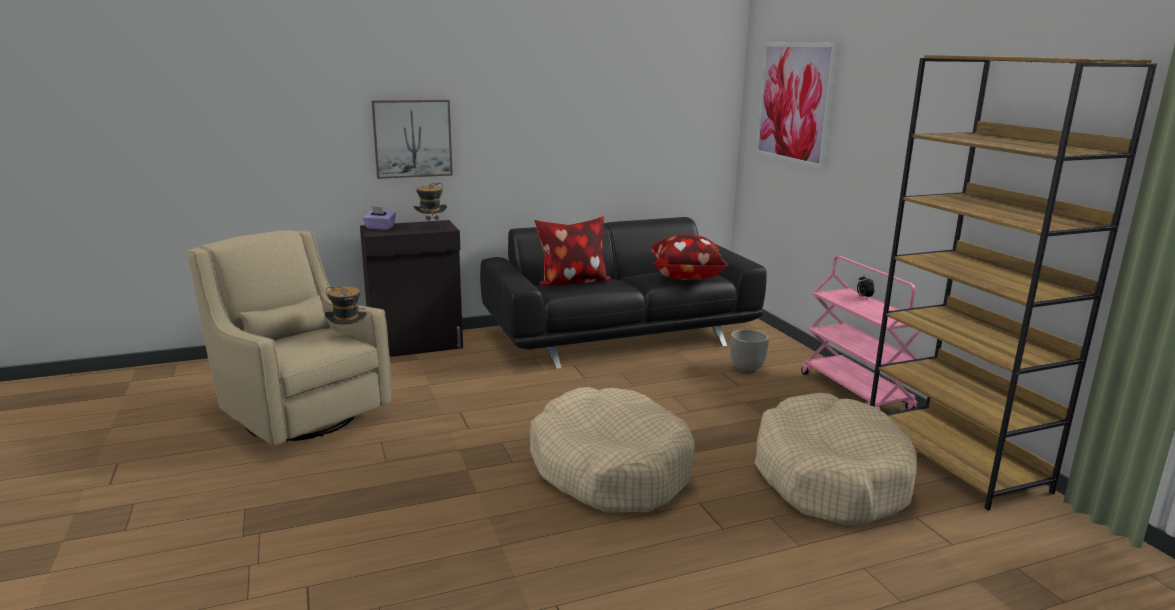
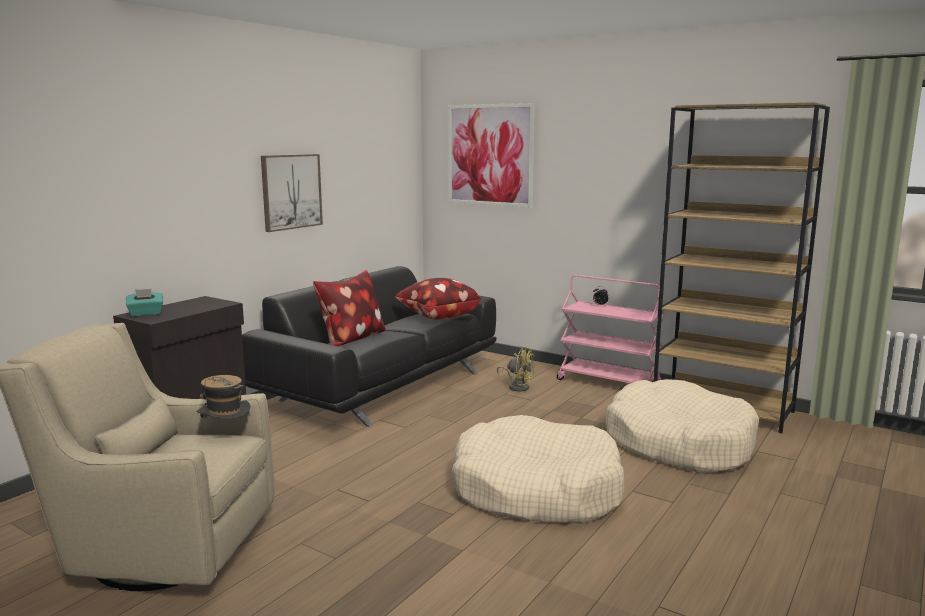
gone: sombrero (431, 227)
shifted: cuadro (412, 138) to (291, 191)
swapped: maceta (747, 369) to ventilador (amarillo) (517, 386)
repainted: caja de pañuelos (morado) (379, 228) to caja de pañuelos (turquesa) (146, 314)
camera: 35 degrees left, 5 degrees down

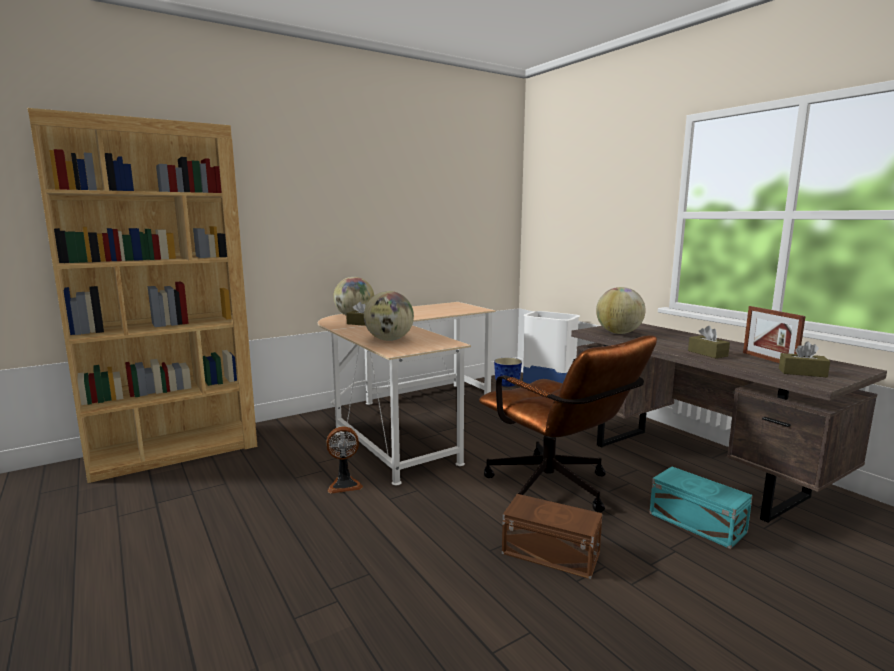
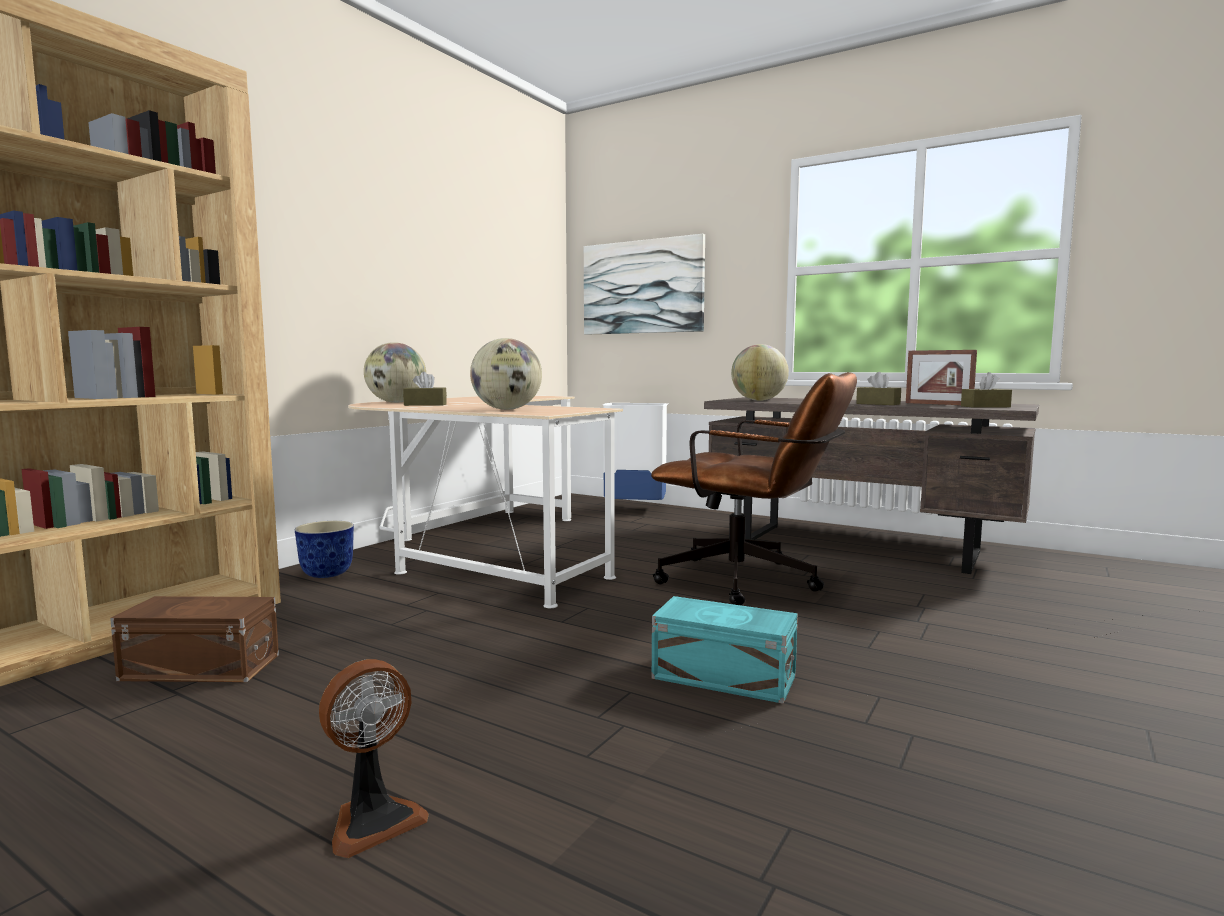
new: cuadro (642, 287)
shifted: ventilador (344, 485) to (373, 820); maceta (507, 384) to (328, 574); caja de almacenaje (marrón) (549, 552) to (200, 666); caja de almacenaje (turquesa) (697, 523) to (725, 678)
camera: 25 degrees left, 5 degrees down

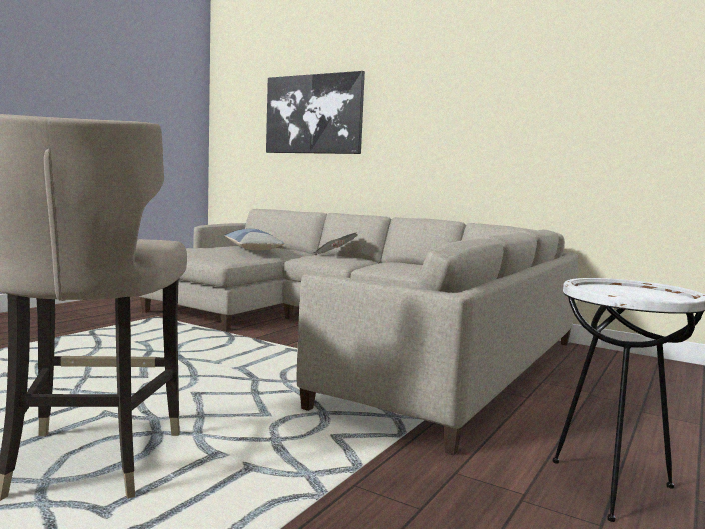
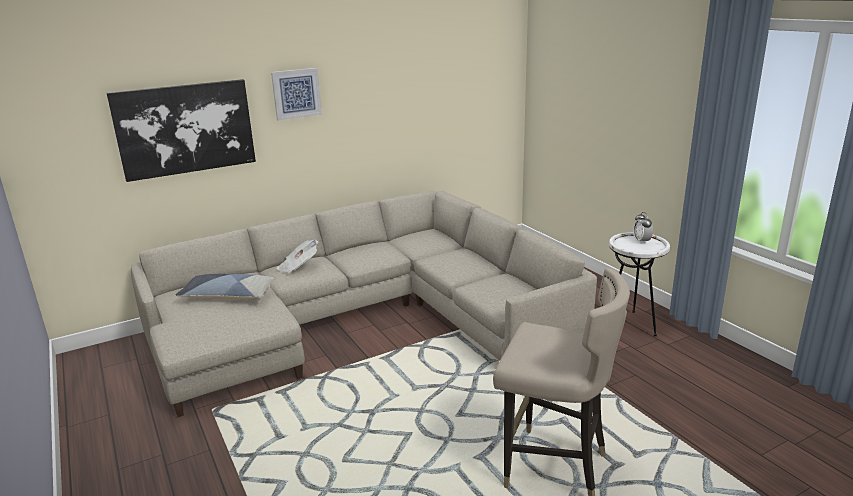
new: cuadro (296, 93); despertador (641, 241)
camera: 60 degrees left, 15 degrees up

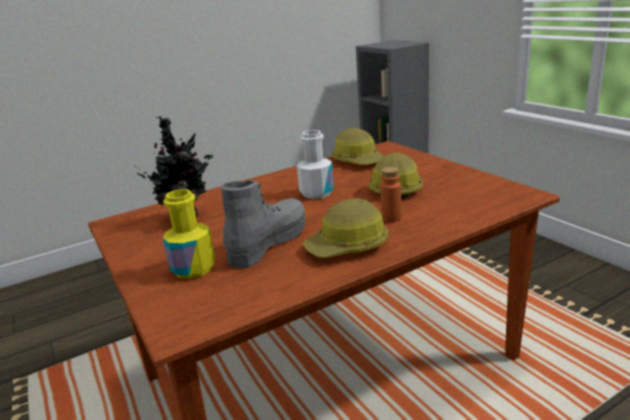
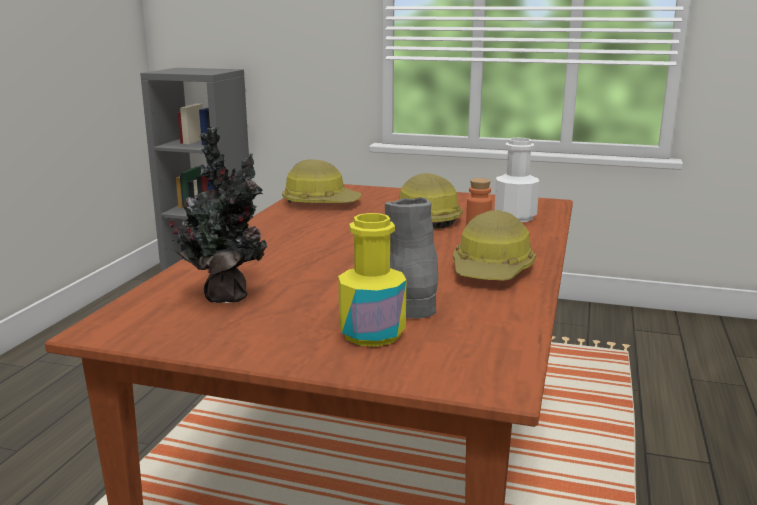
shifted: botella (blanco) (316, 193) to (515, 217)
camera: 45 degrees left, 5 degrees down

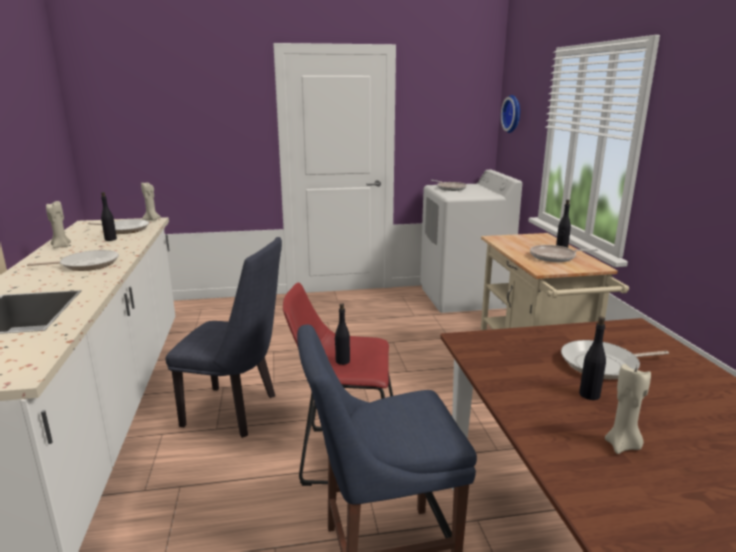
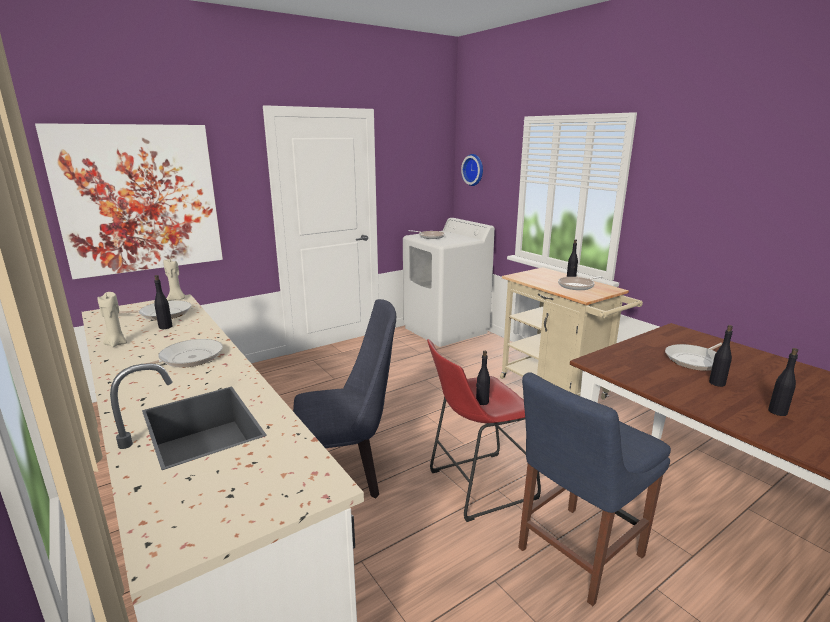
new: cuadro (139, 199)
swapped: vela (beis) (622, 446) to botella (negro) (777, 412)
camera: 25 degrees left, 0 degrees up

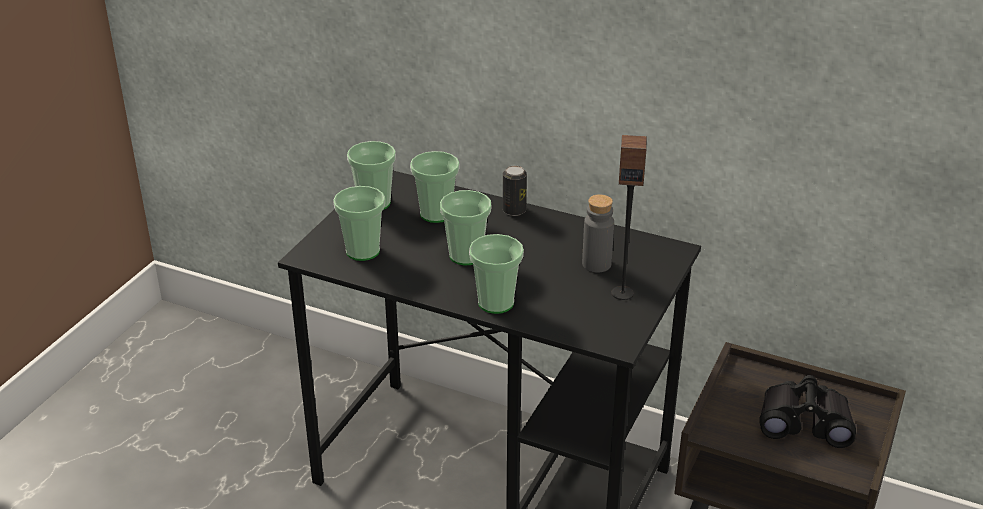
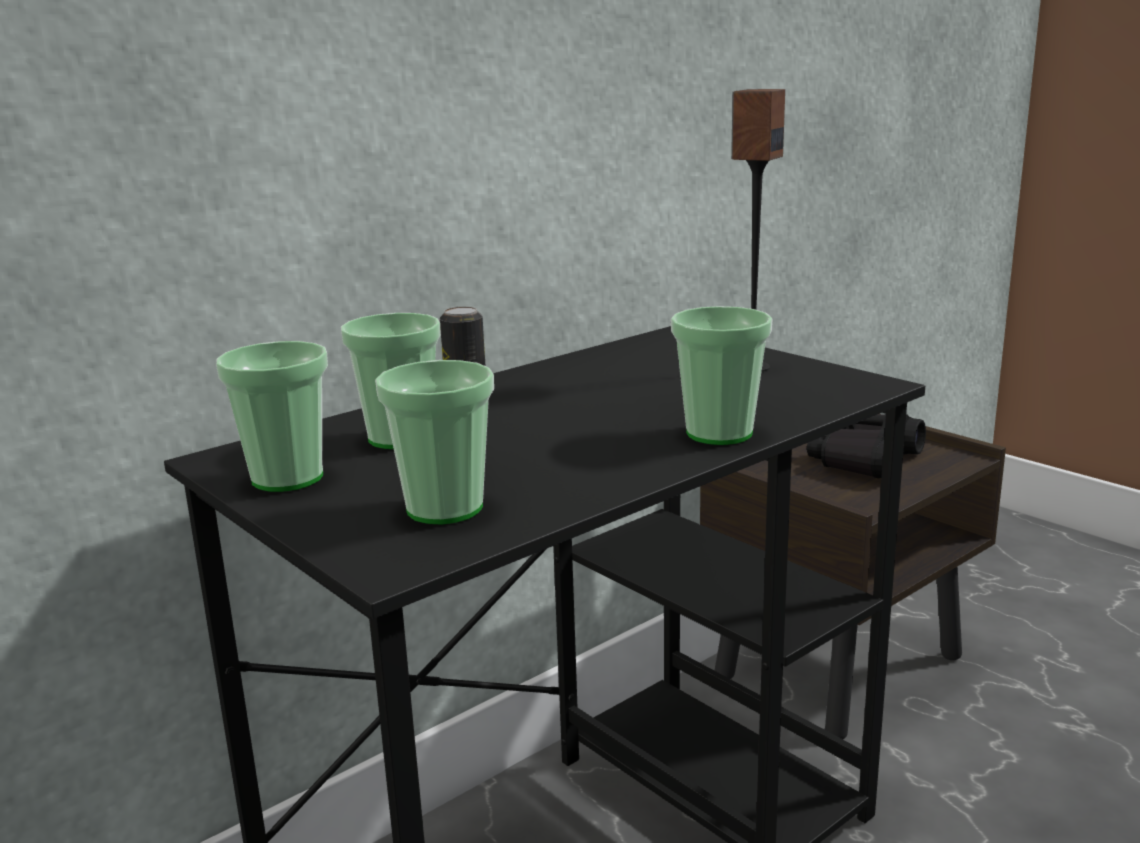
gone: taza (466, 255); botella (gris) (596, 264)
camera: 65 degrees left, 15 degrees down

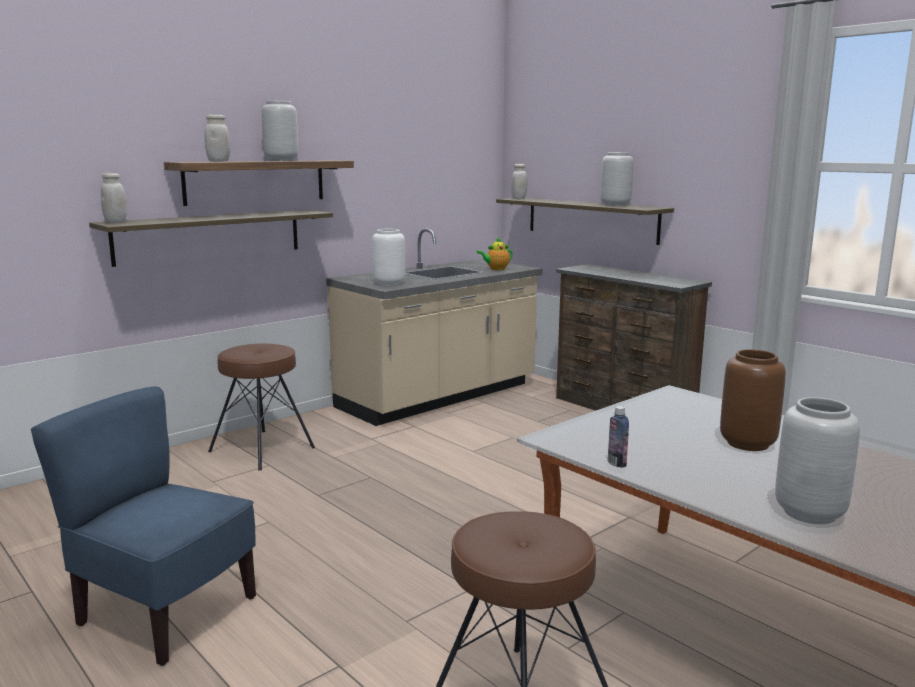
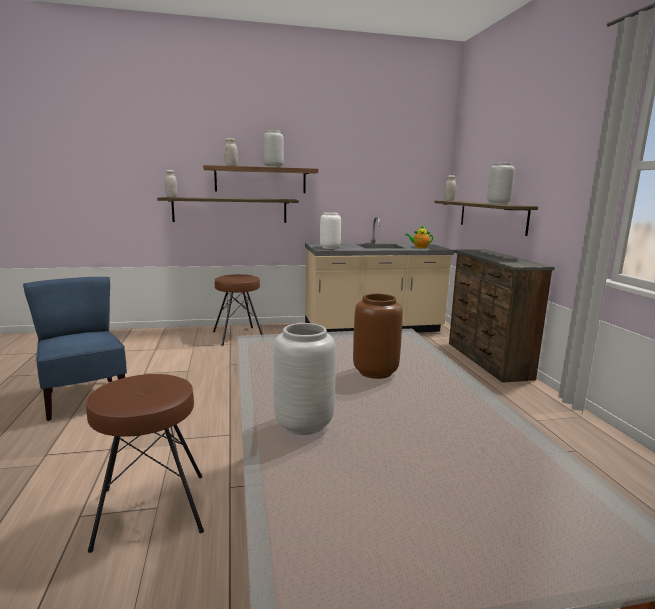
gone: botella (616, 463)
camera: 30 degrees right, 0 degrees up

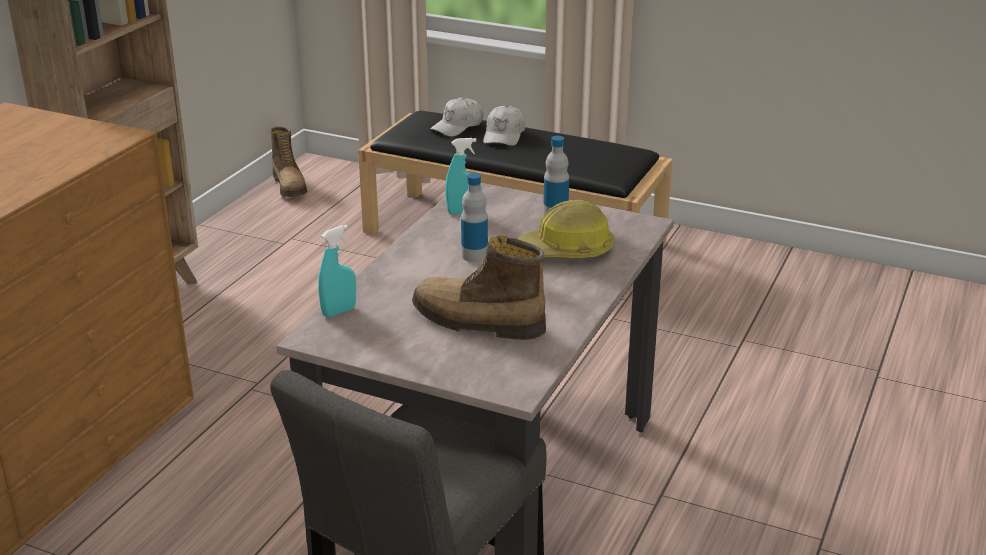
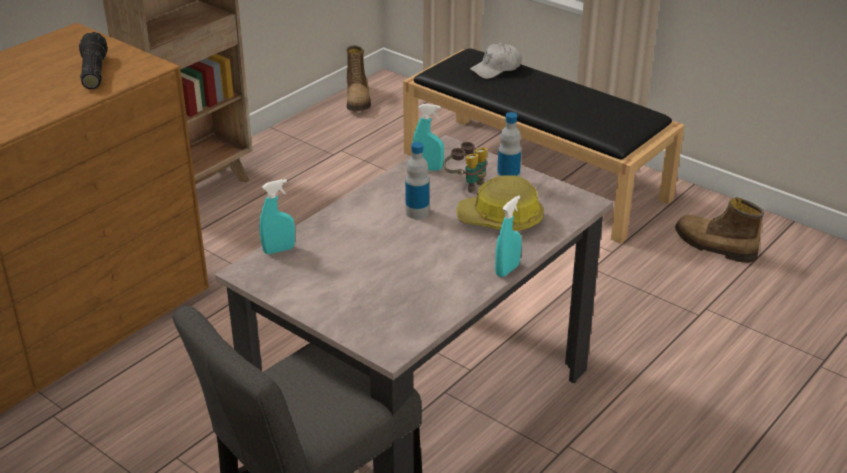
gone: gorra (blanco) (504, 135)
new: linterna (92, 72); prismáticos (466, 184); pulverizador (turquesa) (507, 270)
shifted: bota (477, 322) to (714, 247)
camera: 15 degrees right, 5 degrees up

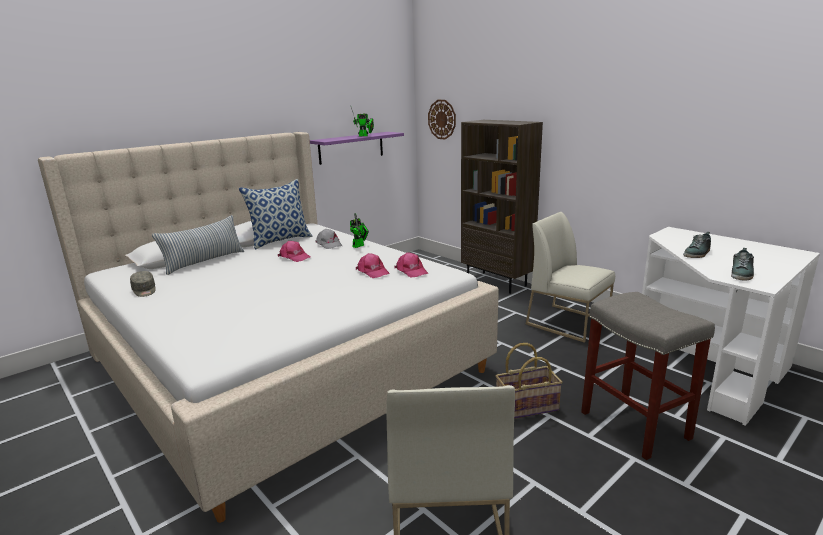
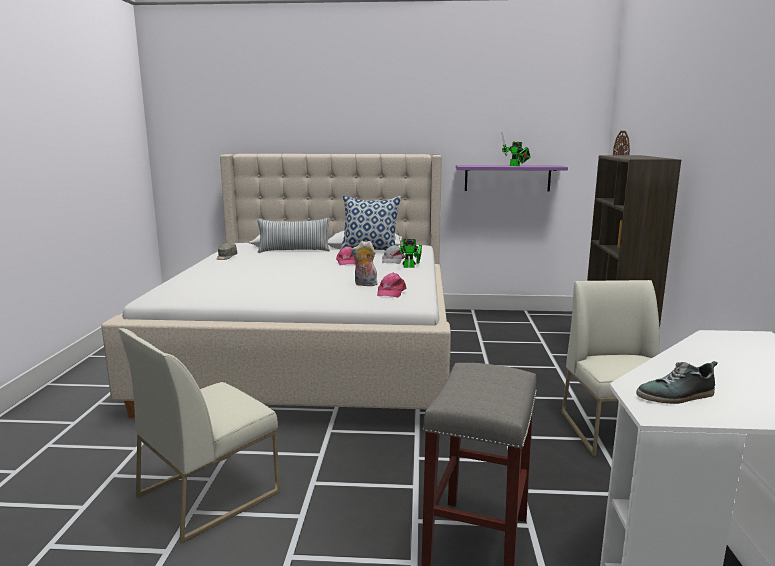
gone: cesta (526, 406); zapato (697, 253)
swapped: gorra (rosa) (372, 272) to peluche (364, 284)
camera: 45 degrees right, 5 degrees down

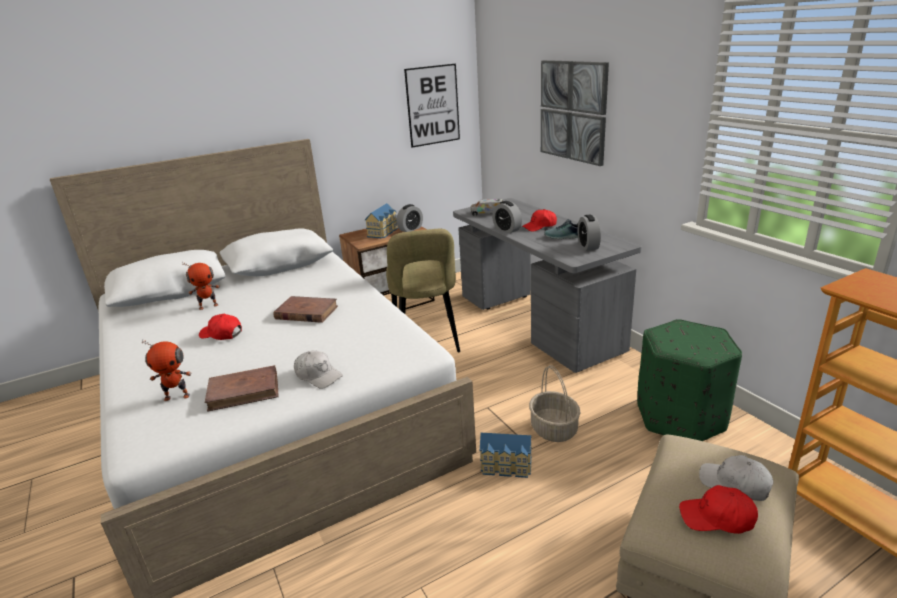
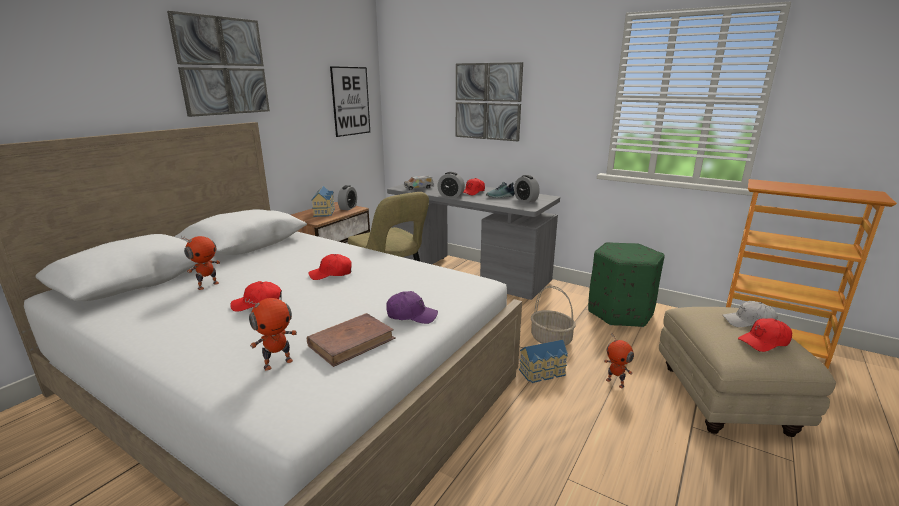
new: cuadro (222, 66); robot de juguete (615, 382)
swapped: libro (marrón) (306, 312) to gorra (rojo) (331, 274)
repainted: gorra (blanco) (318, 375) to gorra (morado) (411, 315)
camera: 30 degrees left, 5 degrees down

